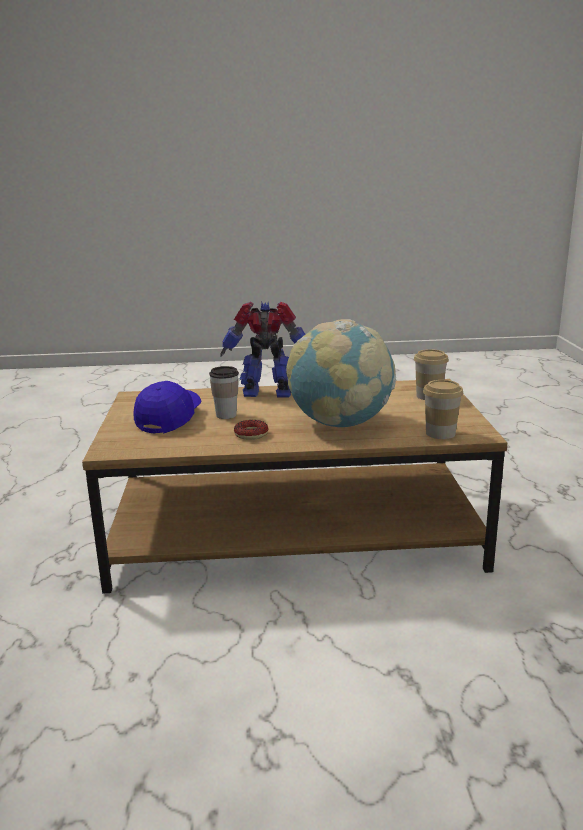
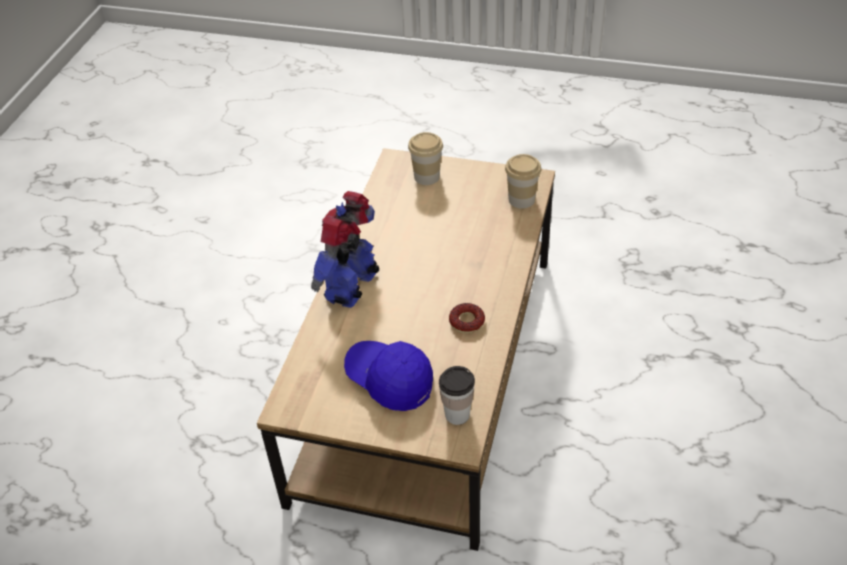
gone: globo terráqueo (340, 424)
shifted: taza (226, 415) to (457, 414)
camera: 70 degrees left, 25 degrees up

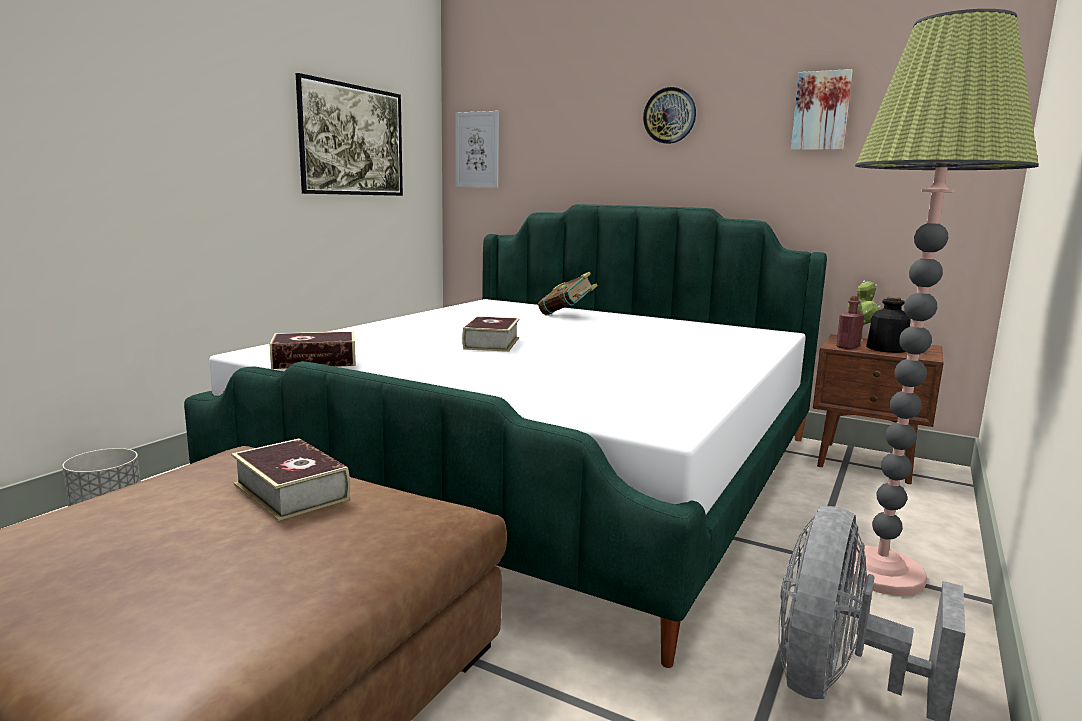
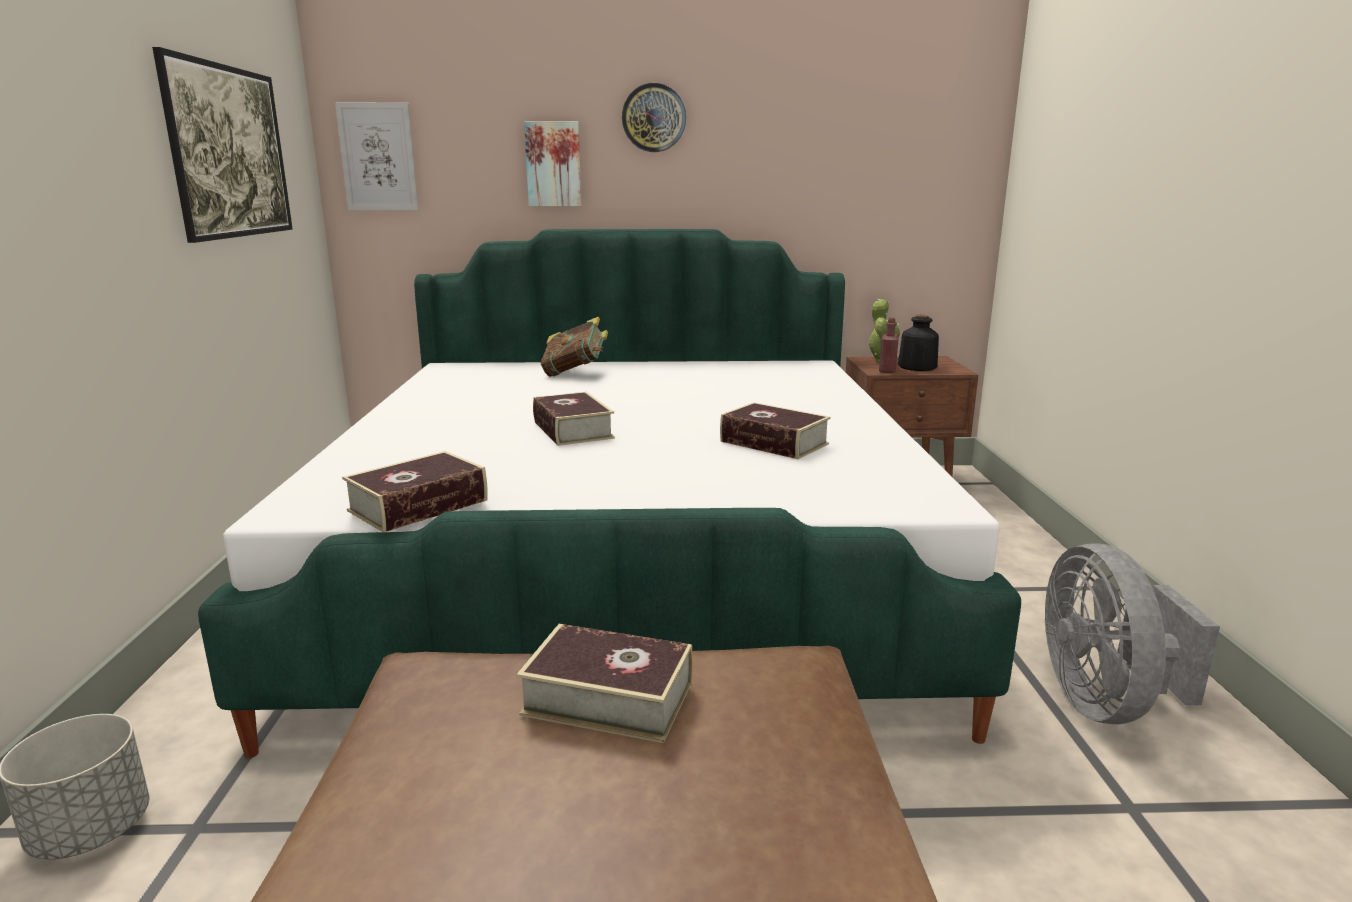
gone: lámpara de pie (880, 573)
new: libro (774, 443)
shifted: cuadro (821, 111) to (553, 164)
camera: 30 degrees left, 5 degrees up

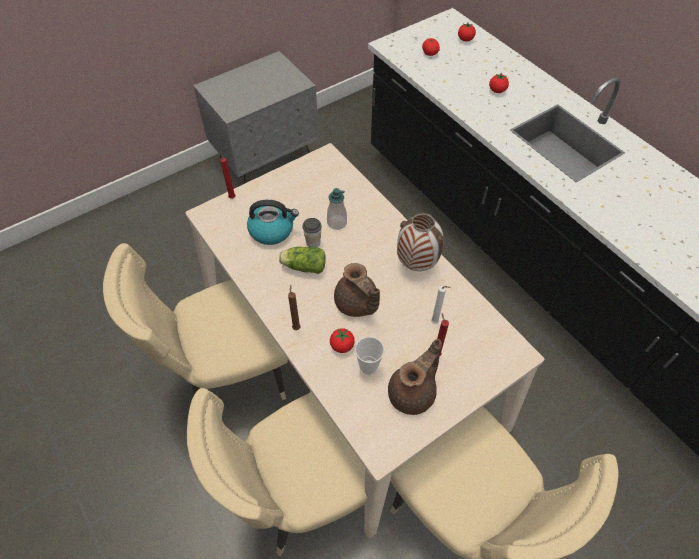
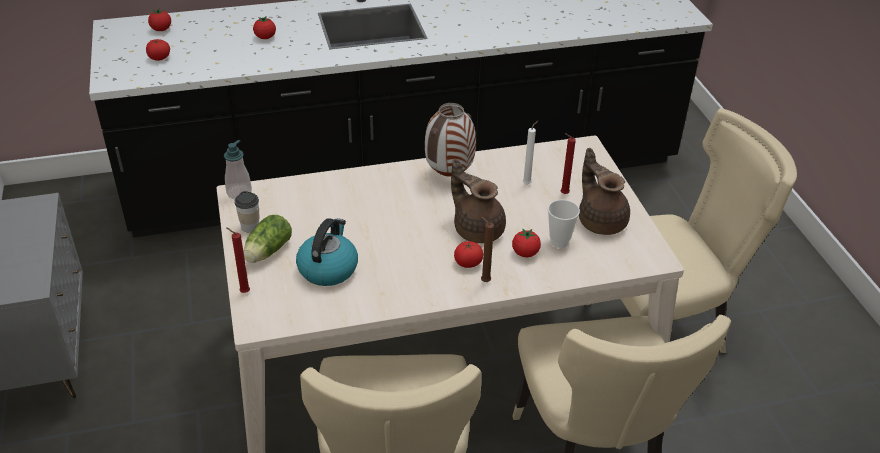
new: tomate (468, 263)
shifted: lechuga (302, 266) to (266, 252); taza (313, 242) to (250, 226); dispensador de jabón (337, 223) to (239, 193)
rotated: tetera (marrón) (356, 304) = (477, 229) 120 degrees counterclockwise
camera: 70 degrees left, 15 degrees down

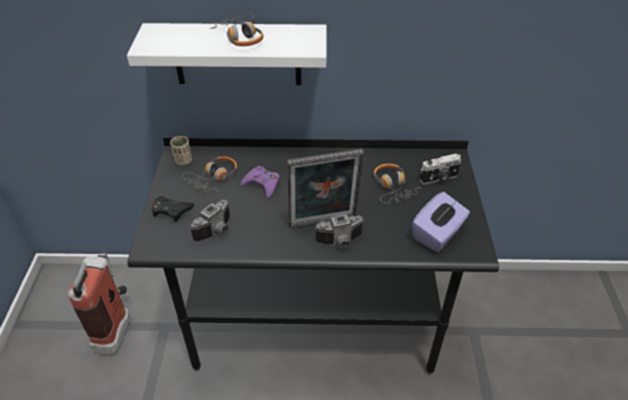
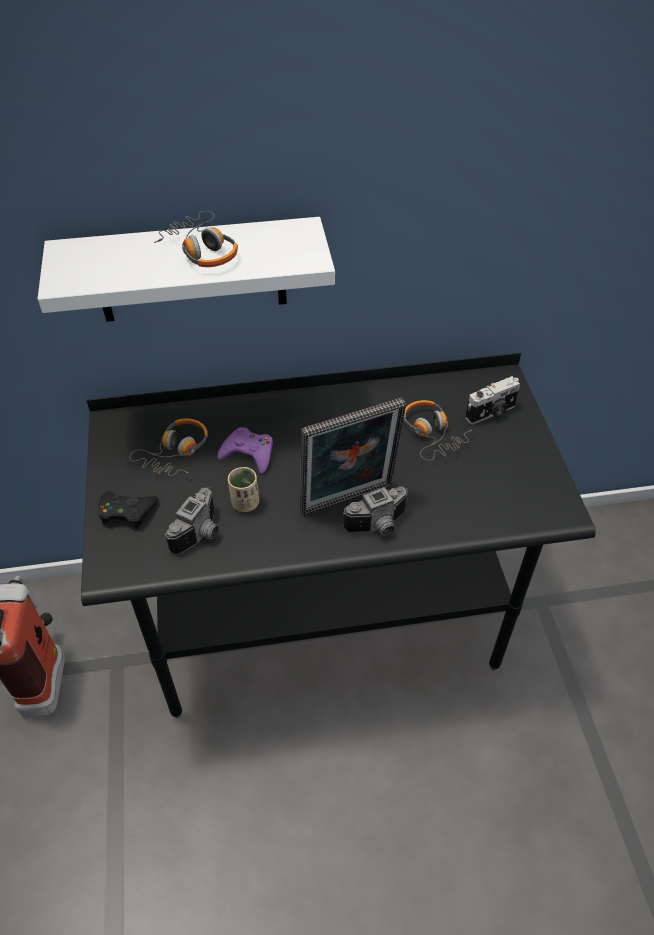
gone: caja de pañuelos (morado) (438, 234)
shifted: taza (beis) (183, 161) to (245, 503)
camera: 10 degrees left, 5 degrees up

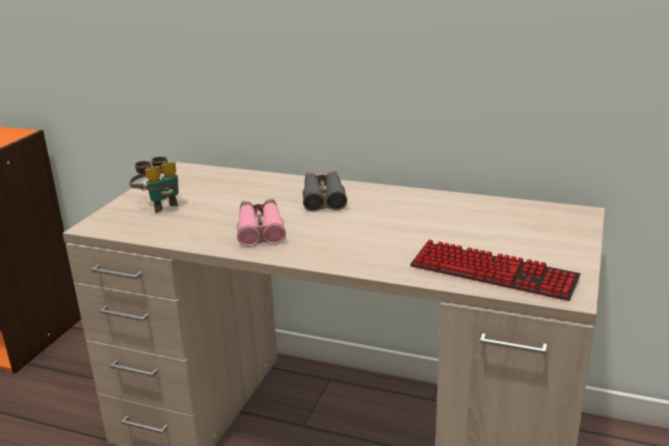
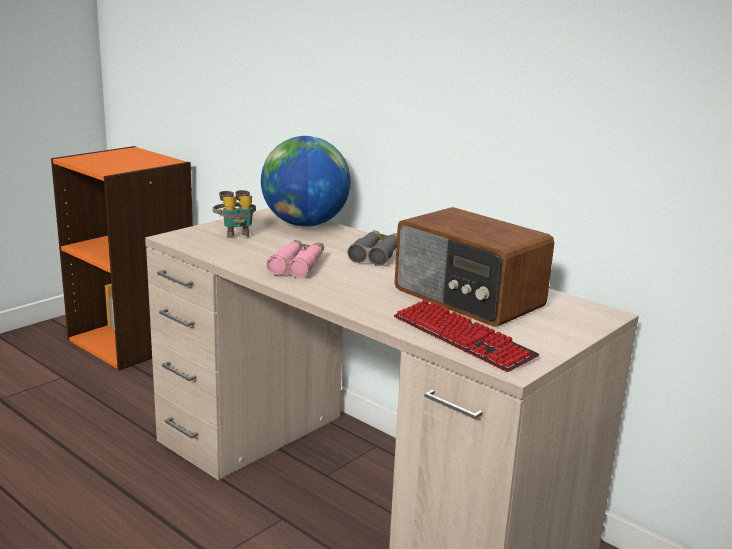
new: globo terráqueo (305, 224); radio (467, 299)
camera: 20 degrees right, 5 degrees down

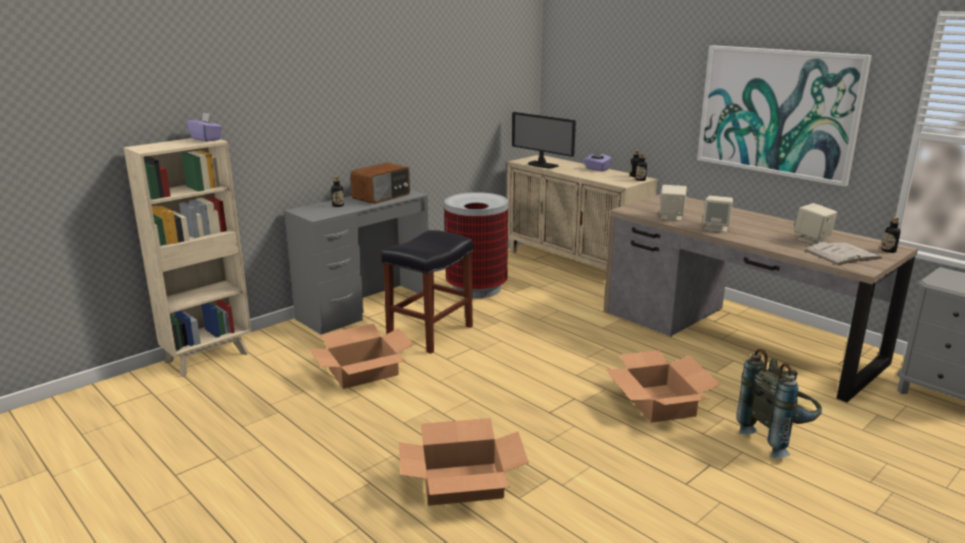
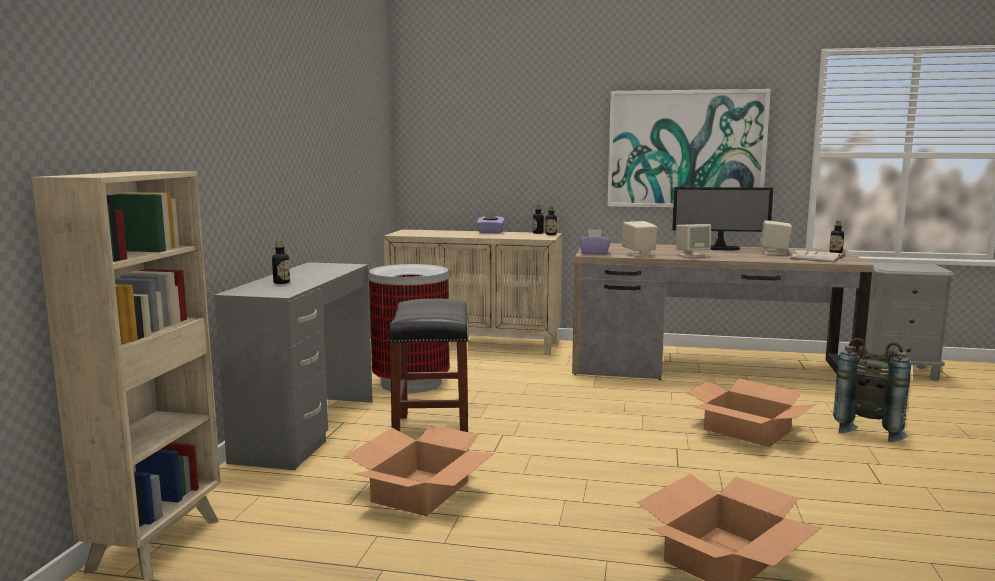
gone: radio (382, 196)
shifted: caja de pañuelos (morado) (206, 139) to (594, 253); monitor (541, 165) to (719, 249)
camera: 35 degrees left, 10 degrees down

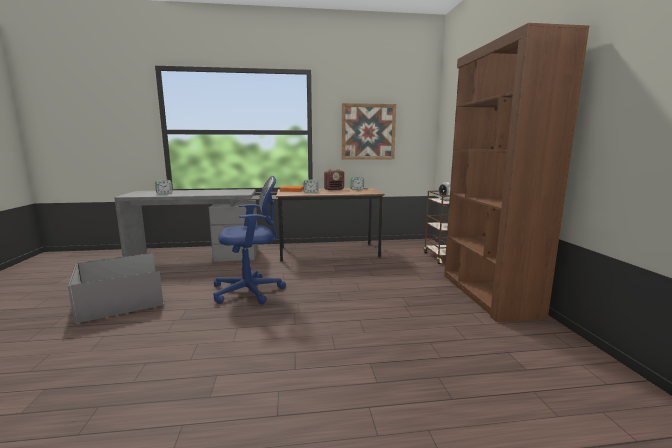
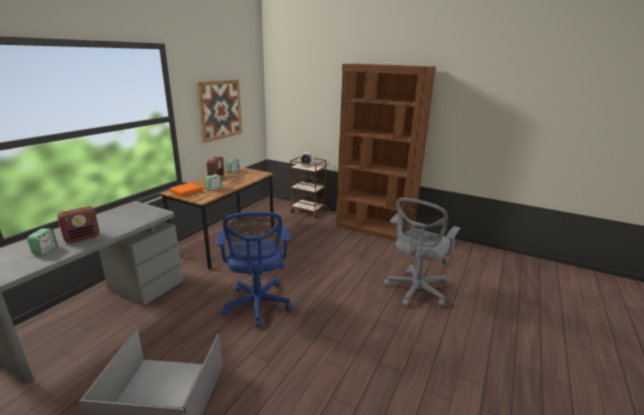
new: radio (82, 237); silla de oficina (gris) (416, 291)
rotated: silla de oficina (azul) (251, 291) = (257, 306) 150 degrees clockwise
camera: 55 degrees left, 10 degrees up

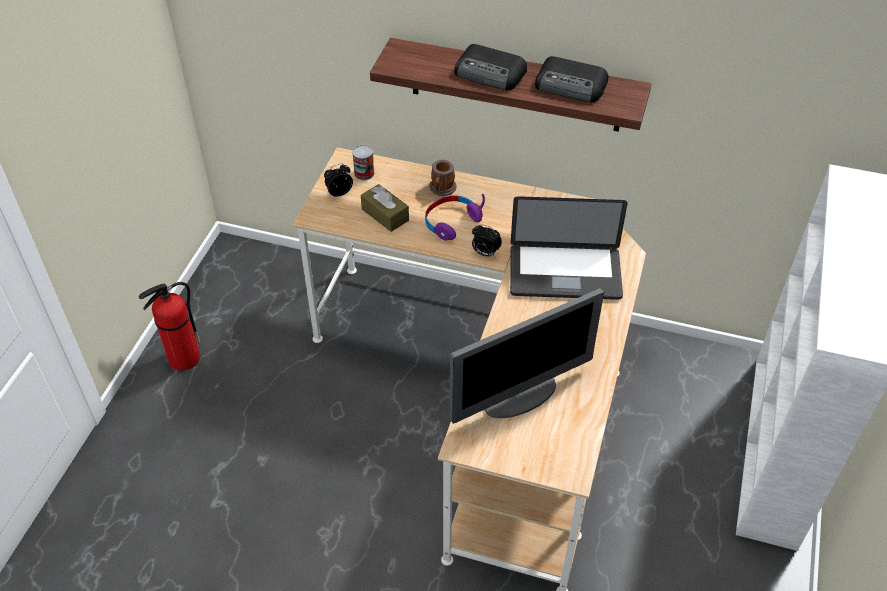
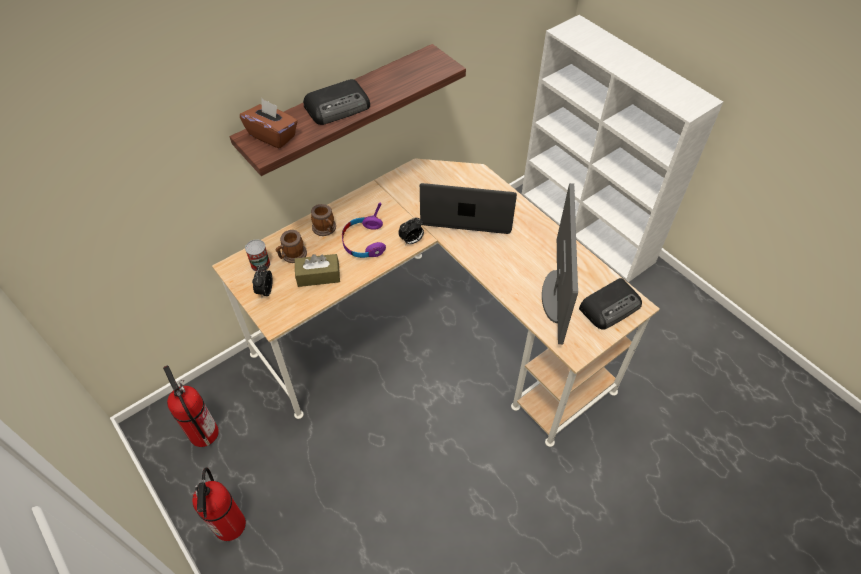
new: extintor (203, 433); caja de pañuelos (marrón) (273, 135); taza grande (292, 255)
shifted: radio (571, 86) to (610, 306)
rotated: portátil (565, 273) = (468, 211) 120 degrees counterclockwise
camera: 55 degrees left, 5 degrees up

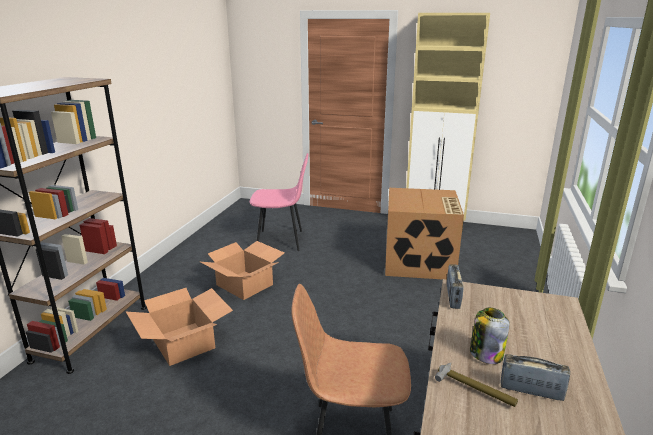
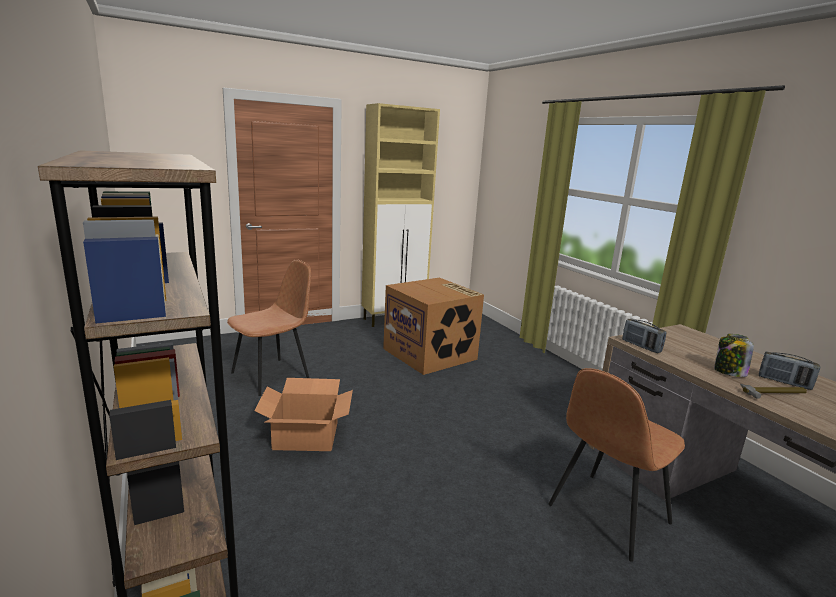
gone: caja de cartón (184, 343)
repainted: silla (rosa) (281, 240) to silla (marrón) (272, 376)
rotated: radio (531, 391) = (784, 382) 120 degrees counterclockwise
camera: 45 degrees left, 5 degrees down

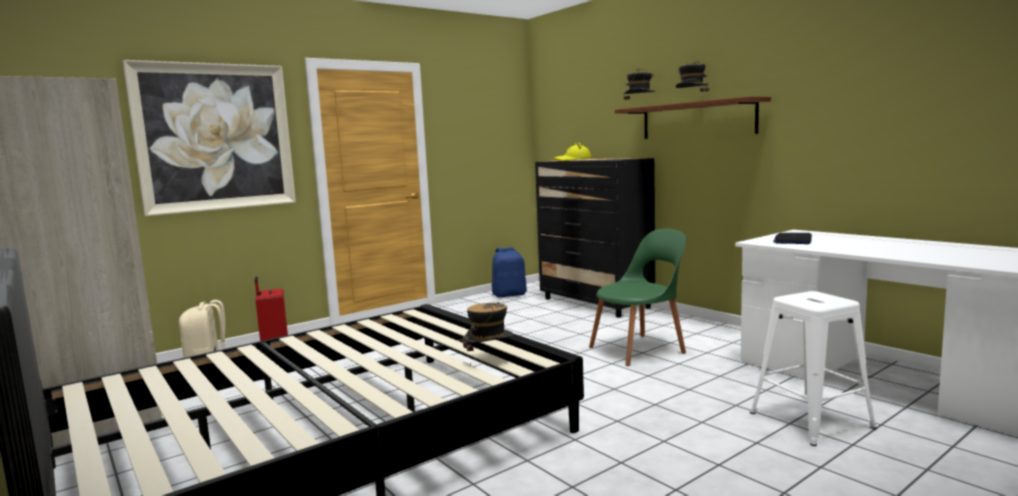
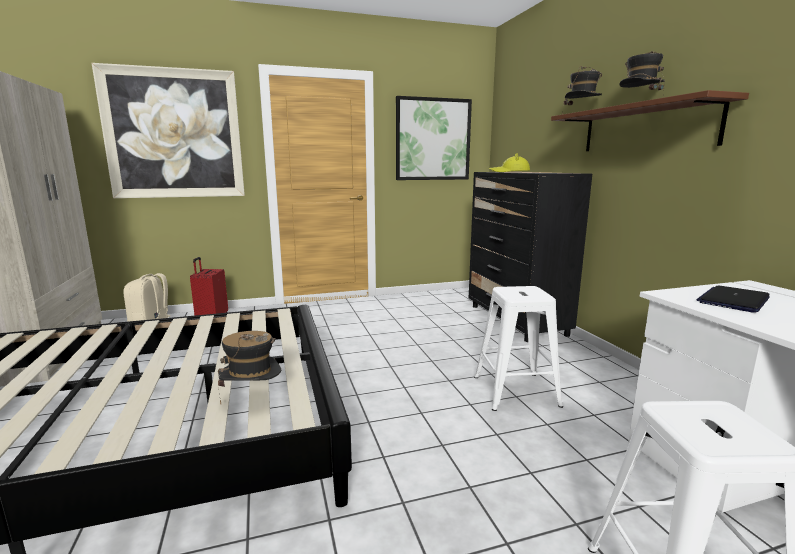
gone: mochila (azul) (509, 295)
new: cuadro (433, 139)
swapped: silla (verde) (640, 349) to taburete (blanco) (516, 391)
camera: 20 degrees right, 5 degrees up

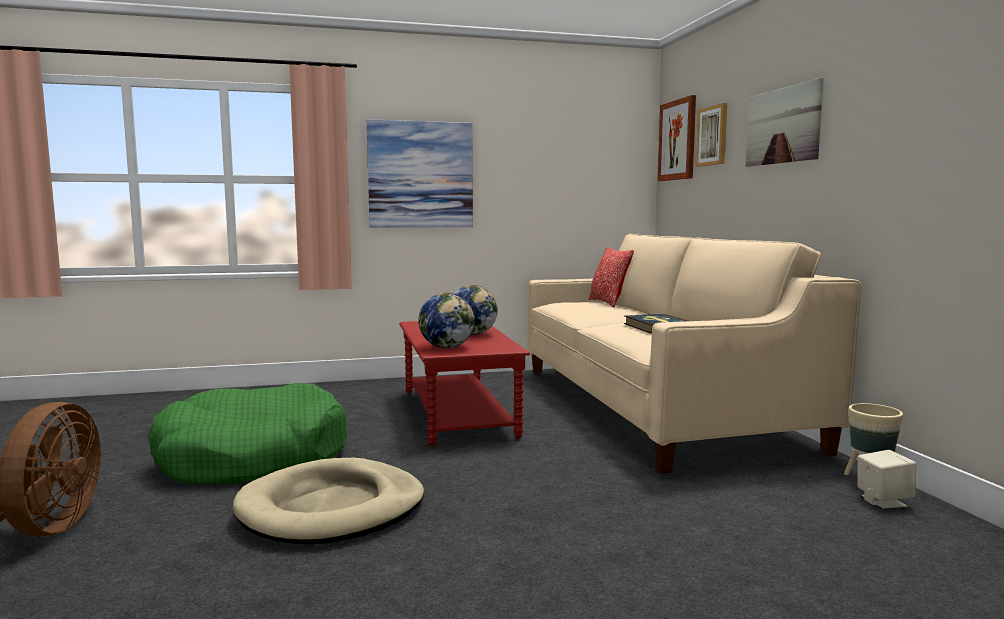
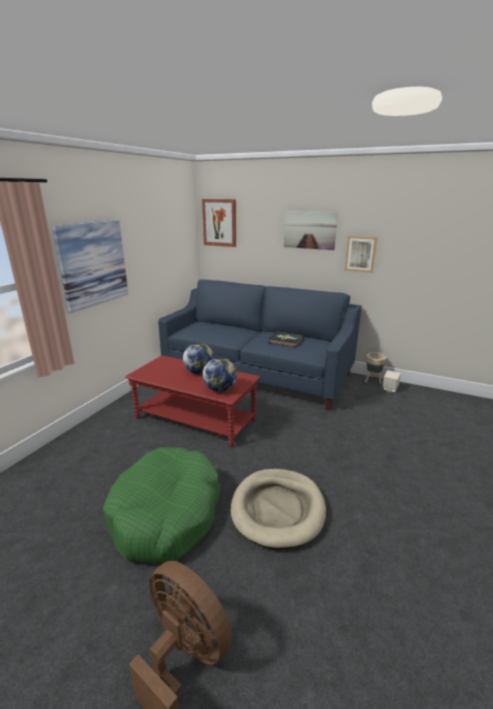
gone: cojín (608, 303)
shifted: cuadro (712, 136) to (360, 254)
repainted: sofá (beis) (653, 405) to sofá (azul) (258, 373)
camera: 50 degrees left, 15 degrees up

